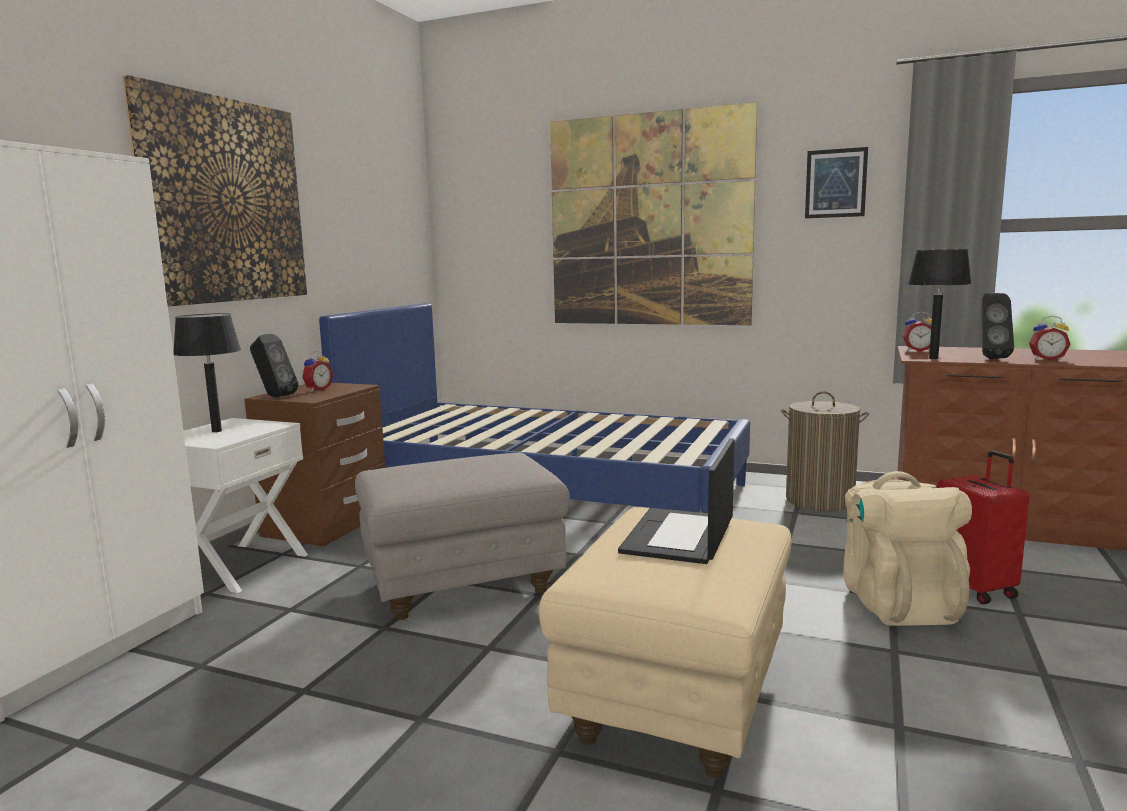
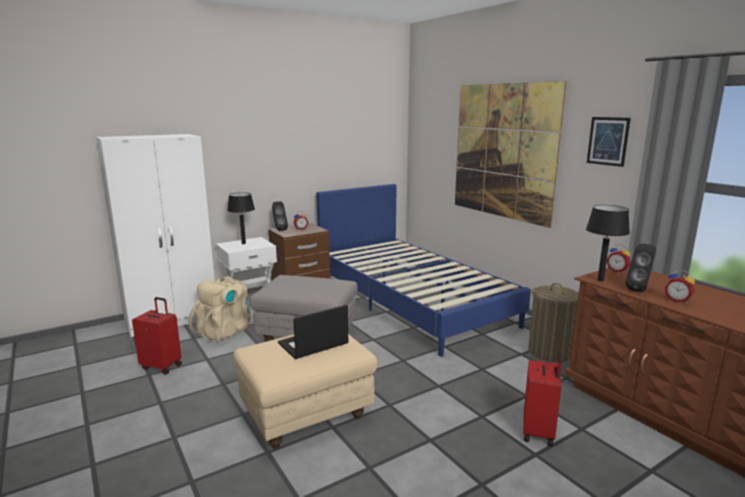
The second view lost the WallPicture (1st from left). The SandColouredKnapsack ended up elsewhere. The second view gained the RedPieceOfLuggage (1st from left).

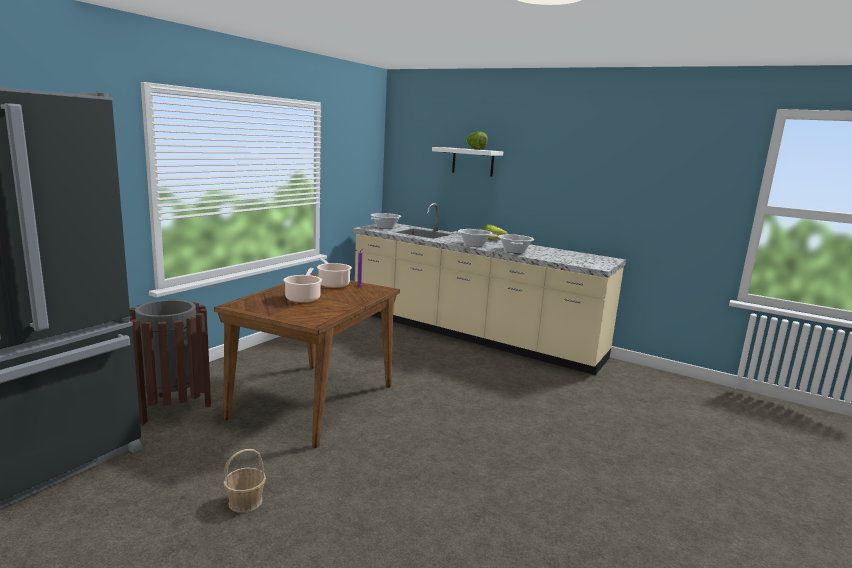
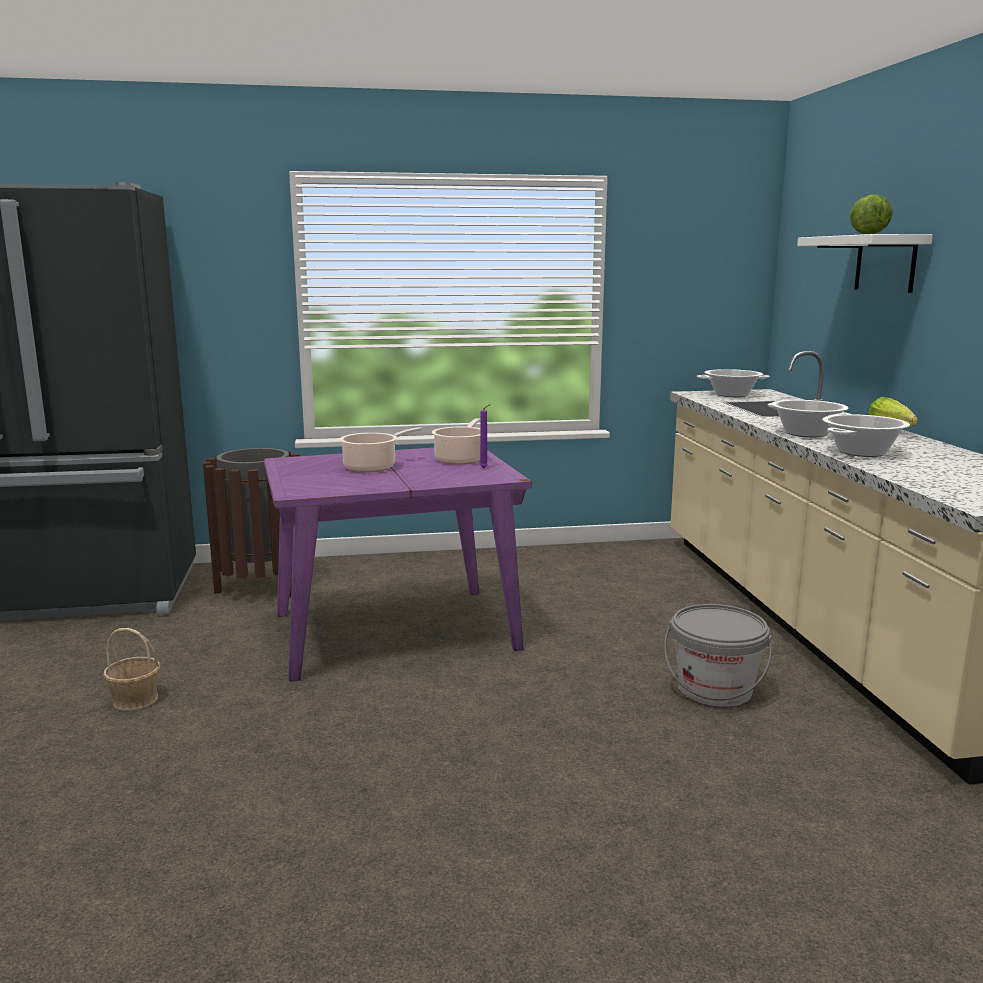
What was the BrownDiningTable turned into the PurplishDiningTable. The second view gained the GreyishPail.

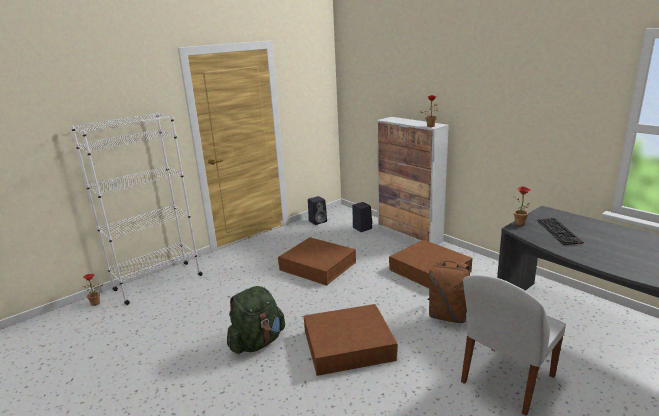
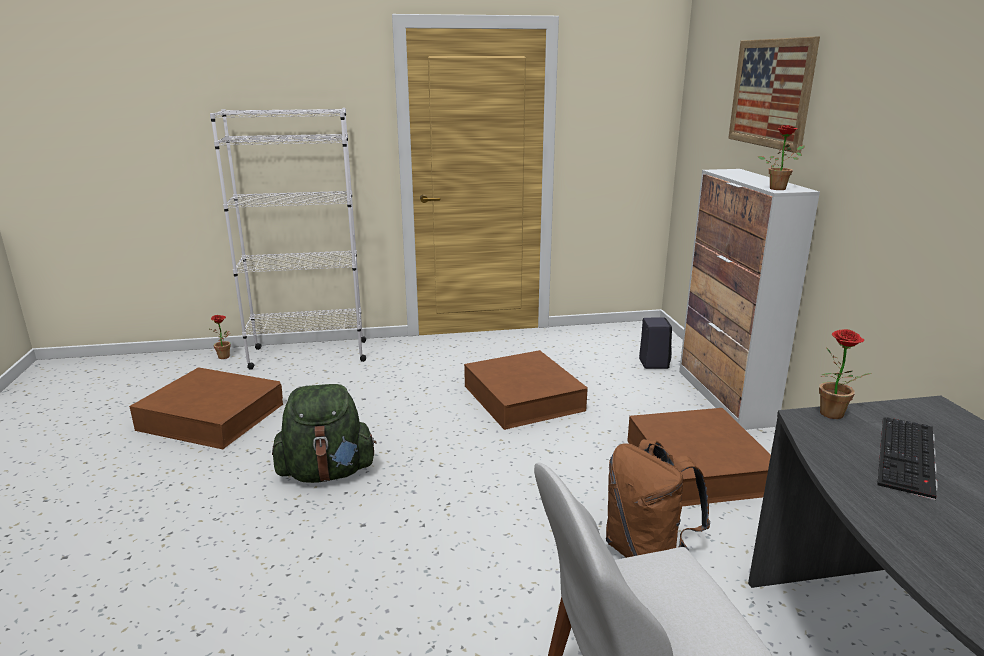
The second view lost the BlackAudioSpeaker (1st from left). The BrownStorageContainer (2nd from left in the first image) ended up elsewhere. The second view gained the WallPicture.

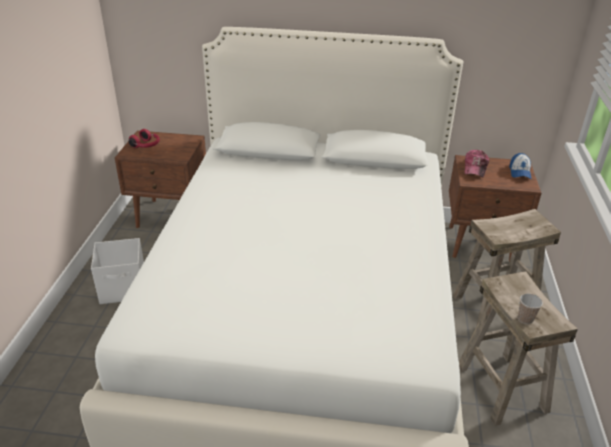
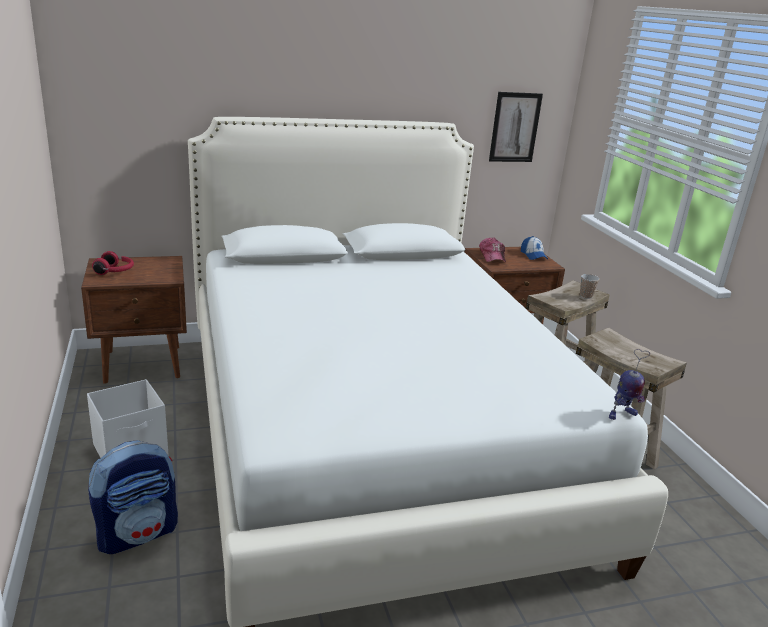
The Cup ended up elsewhere. The second view gained the WallPicture. The second view gained the ModelRobot. The second view gained the Knapsack.

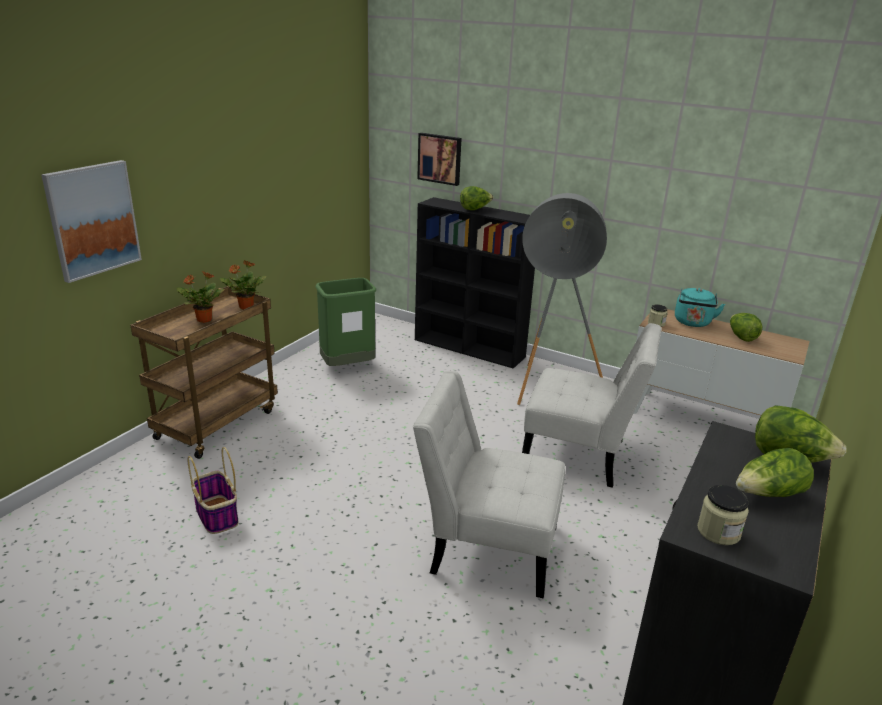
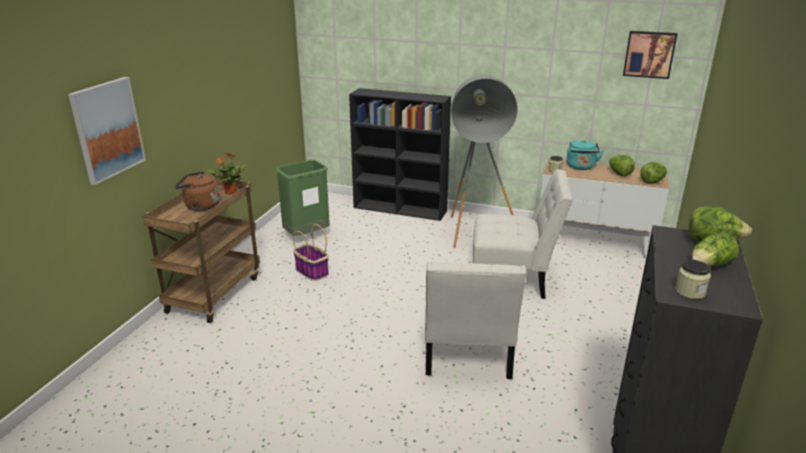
The WallPicture (2nd from left) ended up elsewhere. The Lettuce (1st from left in the first image) ended up elsewhere. Where the PottedPlant (1st from left) stood, the BrownTeaKettle came to stand. The WhitishPlainChair (1st from left) ended up facing another way, 90 degrees counterclockwise from before. The StorageBasket ended up elsewhere.

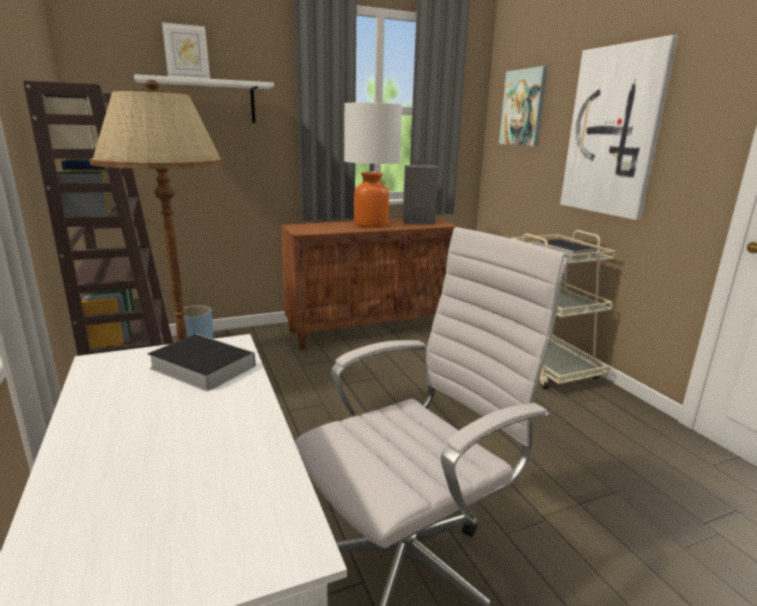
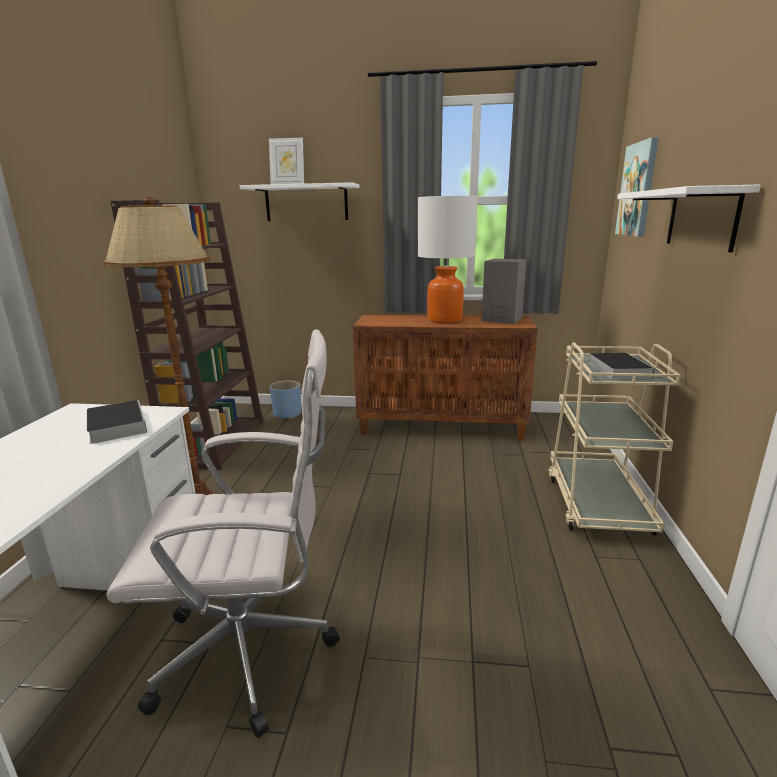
Where the WallPicture (2nd from left) hung, the WhitishShelf (2nd from left) came to hang.

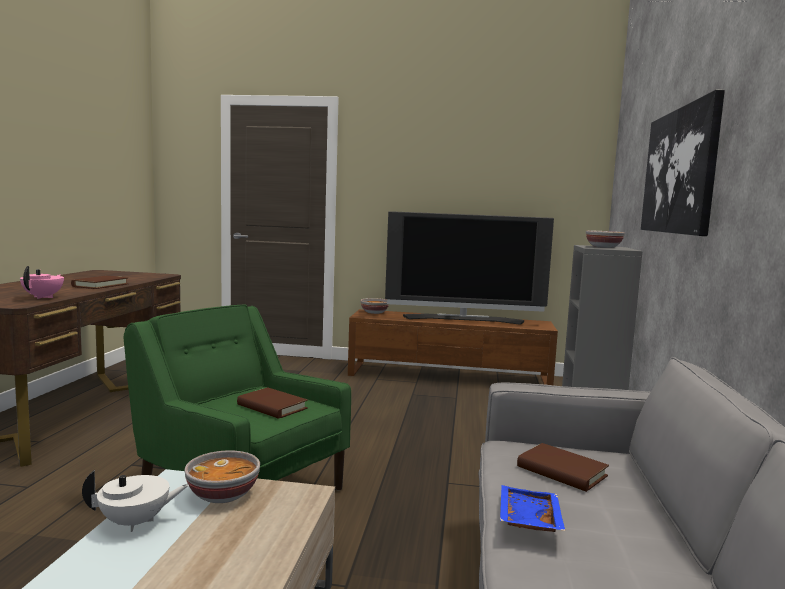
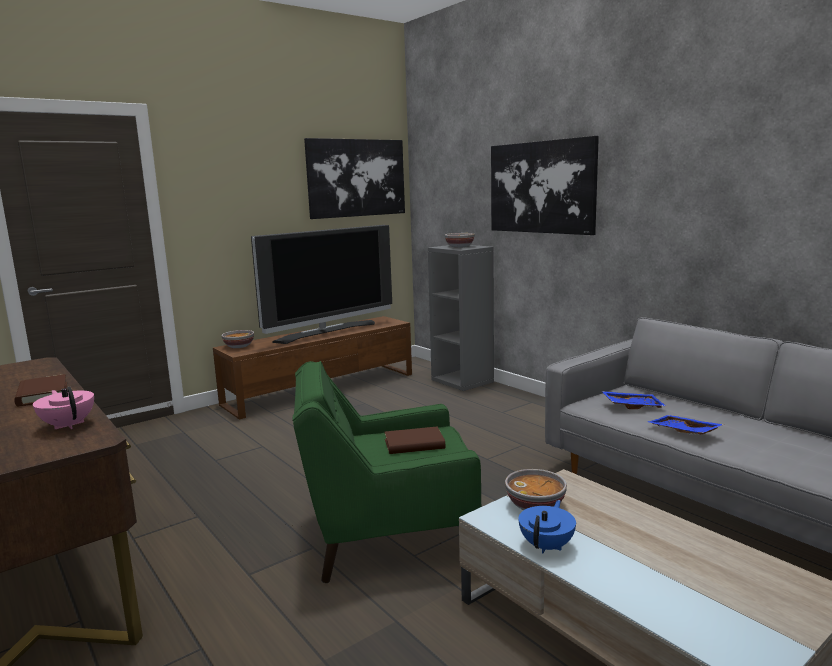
Where the BrownBoundBook (3rd from left) stood, the BlueColouredServingTray (1st from left) came to stand. What was the WhitishPotForTea turned into the BlueColouredPotForTea. The second view gained the WallPicture (1st from left).

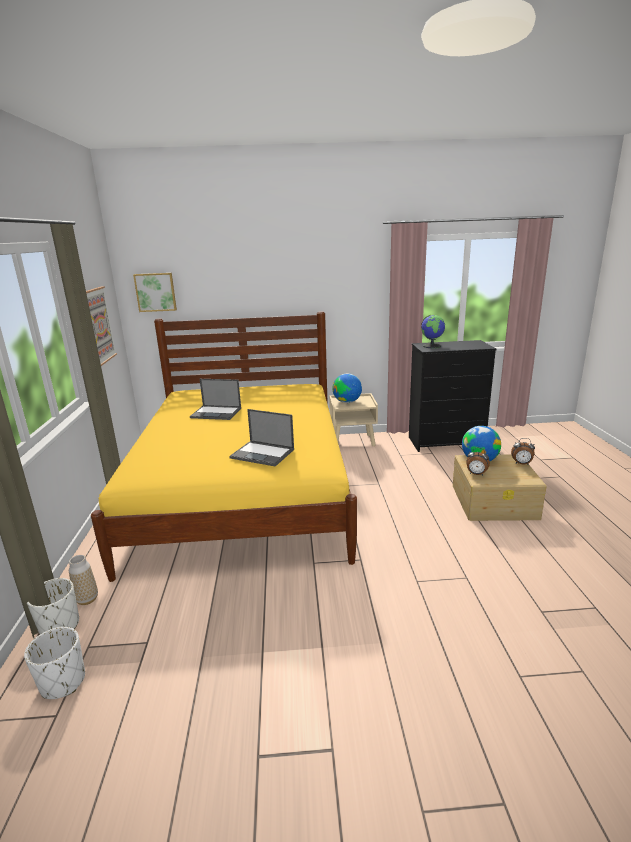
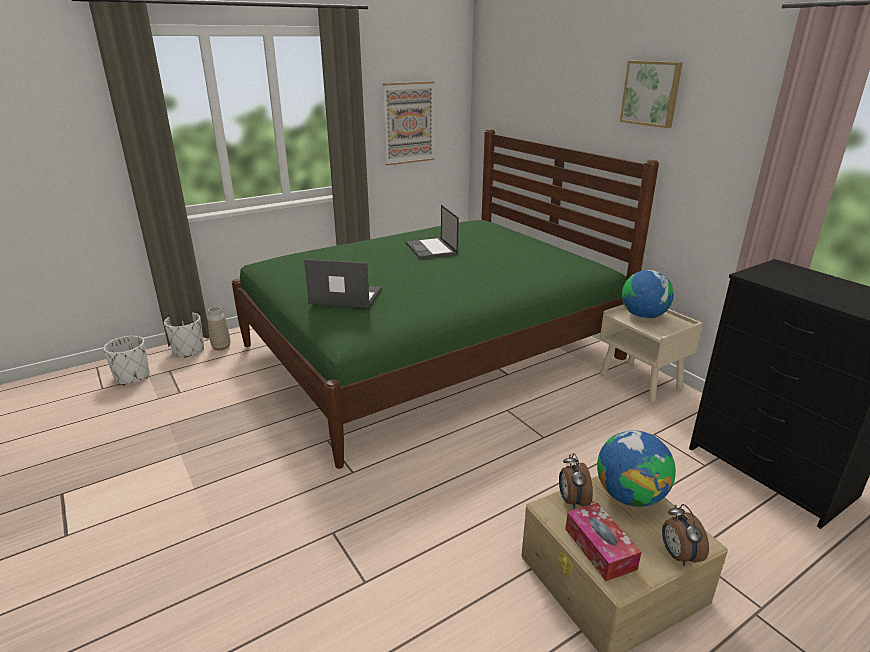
The WallPicture (2nd from left) ended up elsewhere. What was the YellowishSleepingBed turned into the GreenColouredSleepingBed. The second view lost the DeskGlobe (2nd from left). The PortableComputer (2nd from left in the first image) ended up facing another way, 105 degrees clockwise from before. The second view gained the BoxOfTissues.

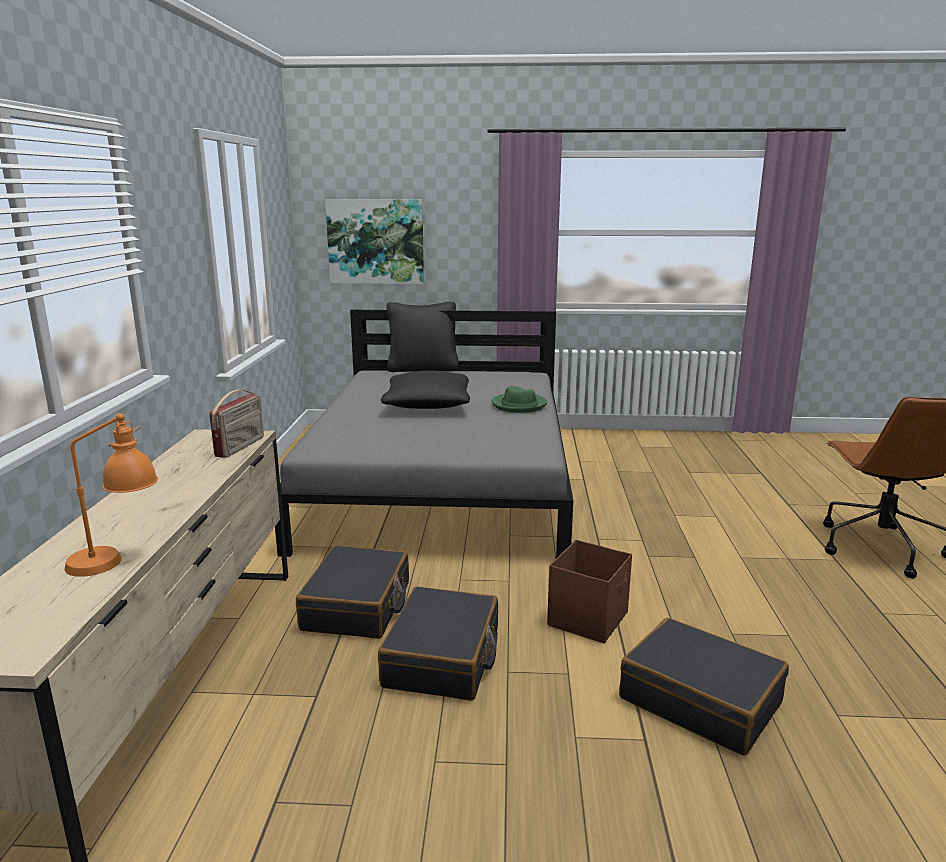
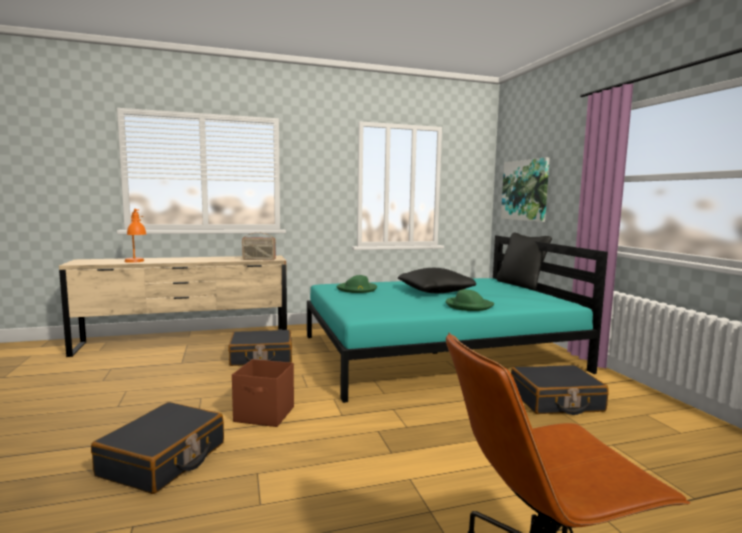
What was the GreyishSleepingBed turned into the TurquoiseColouredSleepingBed. The BlackPieceOfLuggage (2nd from left in the first image) ended up elsewhere. The second view gained the GreenColouredWearableHat (1st from left).

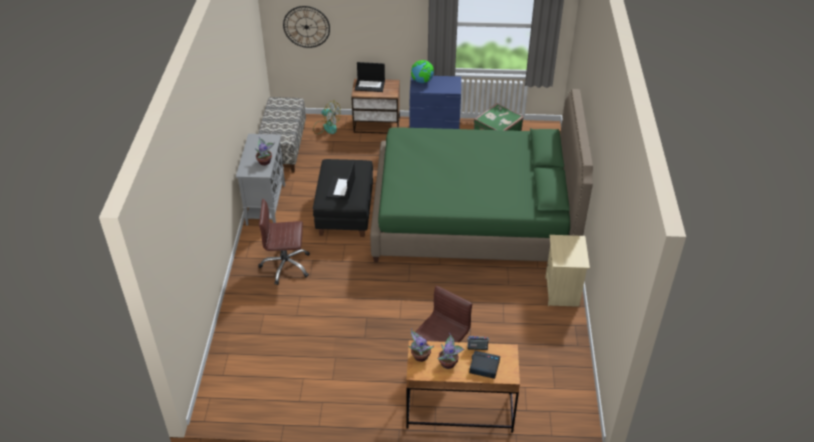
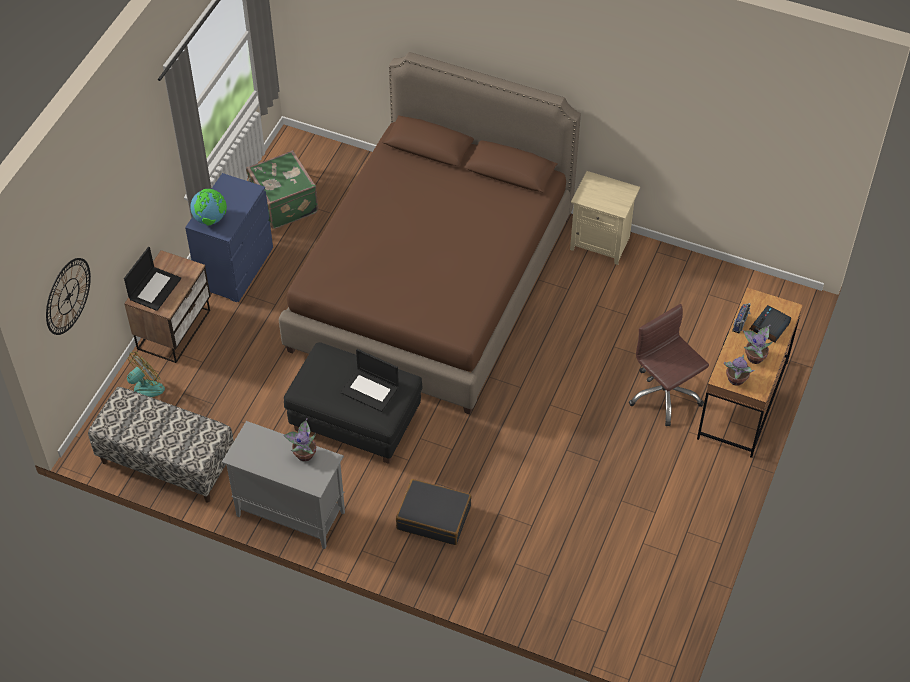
What was the GreenColouredSleepingBed turned into the BrownSleepingBed. Where the BrownDeskChair (1st from left) stood, the BlackPieceOfLuggage came to stand.

